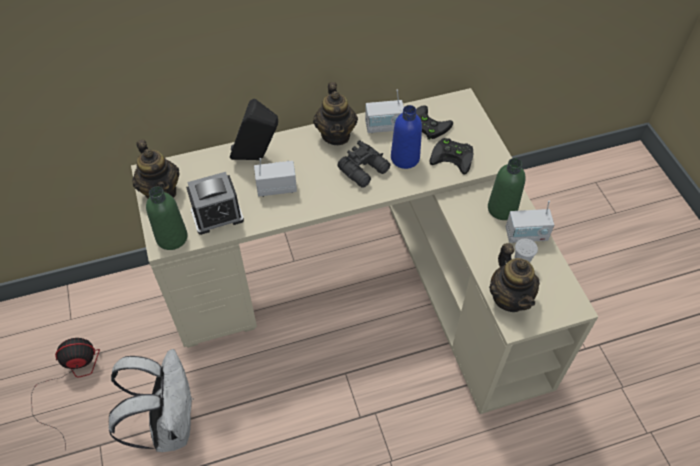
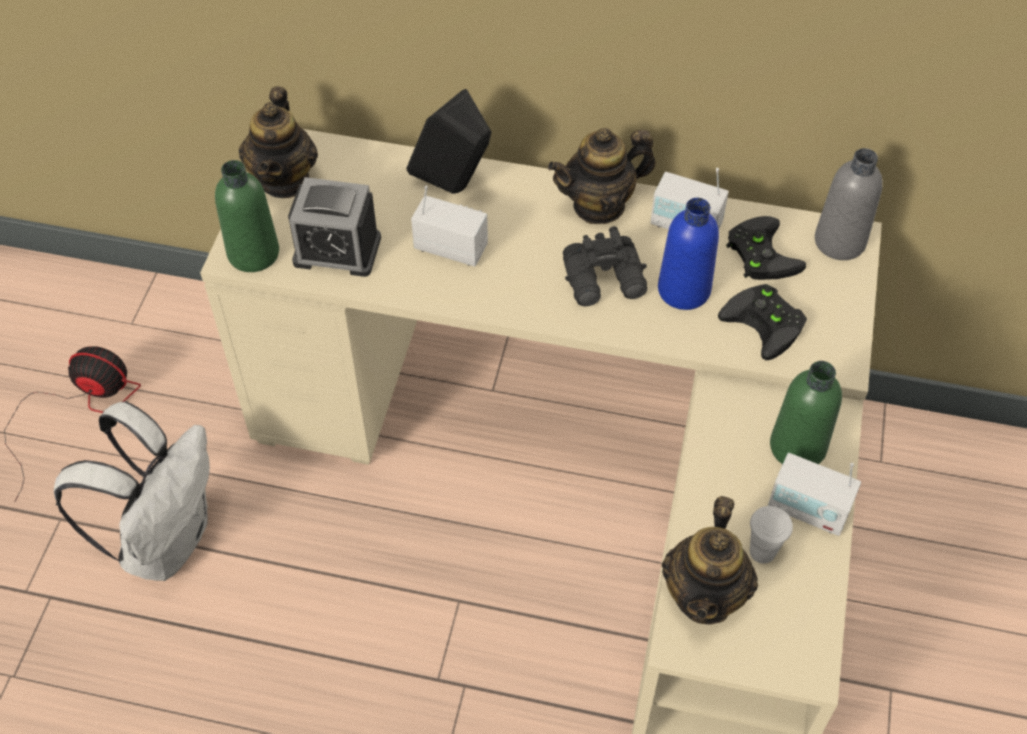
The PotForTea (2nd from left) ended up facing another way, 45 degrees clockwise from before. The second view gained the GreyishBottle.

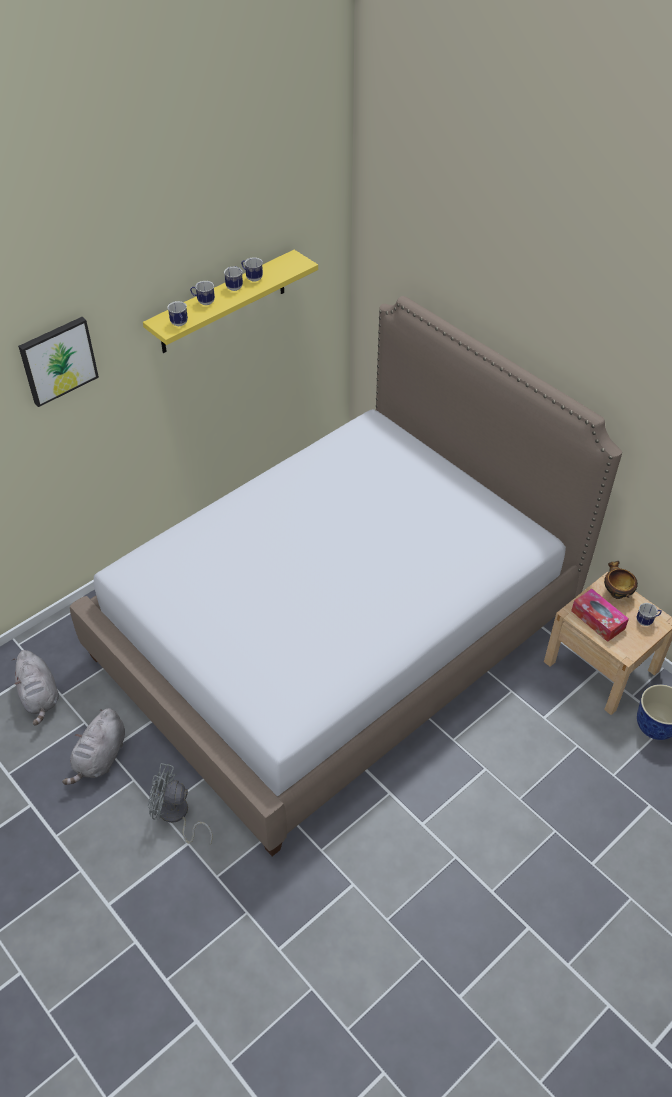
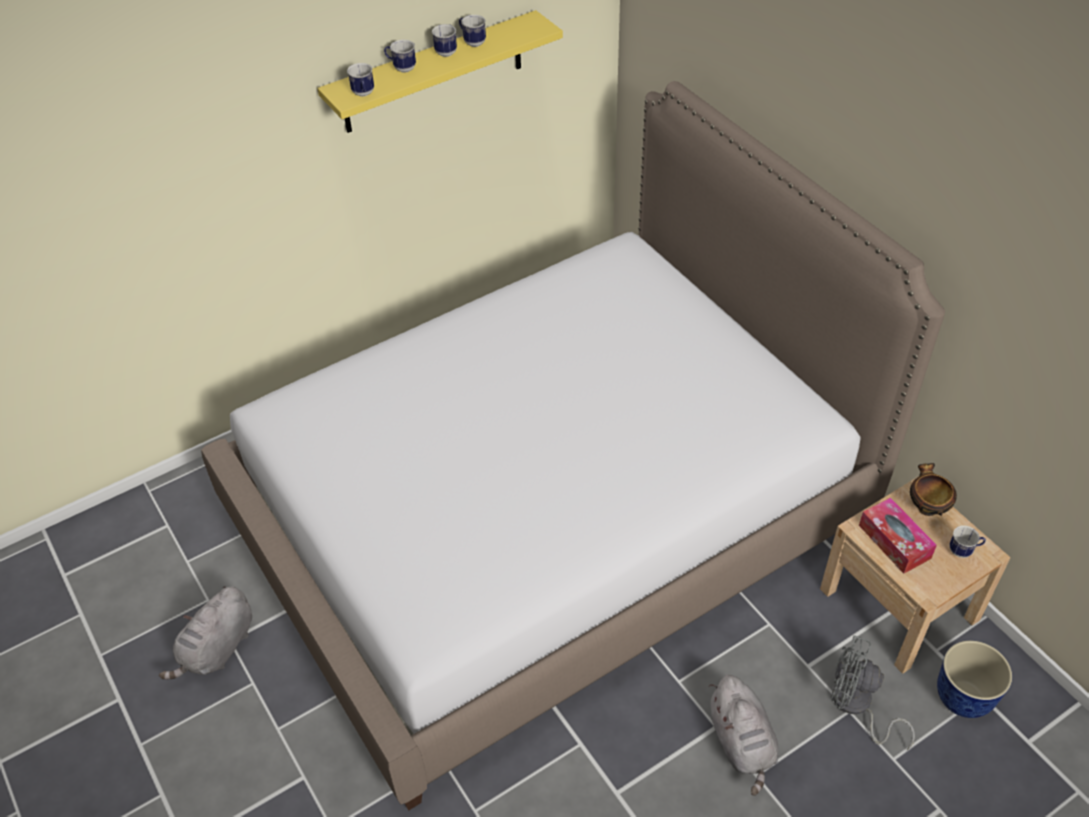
The second view lost the WallPicture. The GreyishCuddlyToy (1st from left in the first image) ended up elsewhere. The GreyishFan ended up elsewhere.

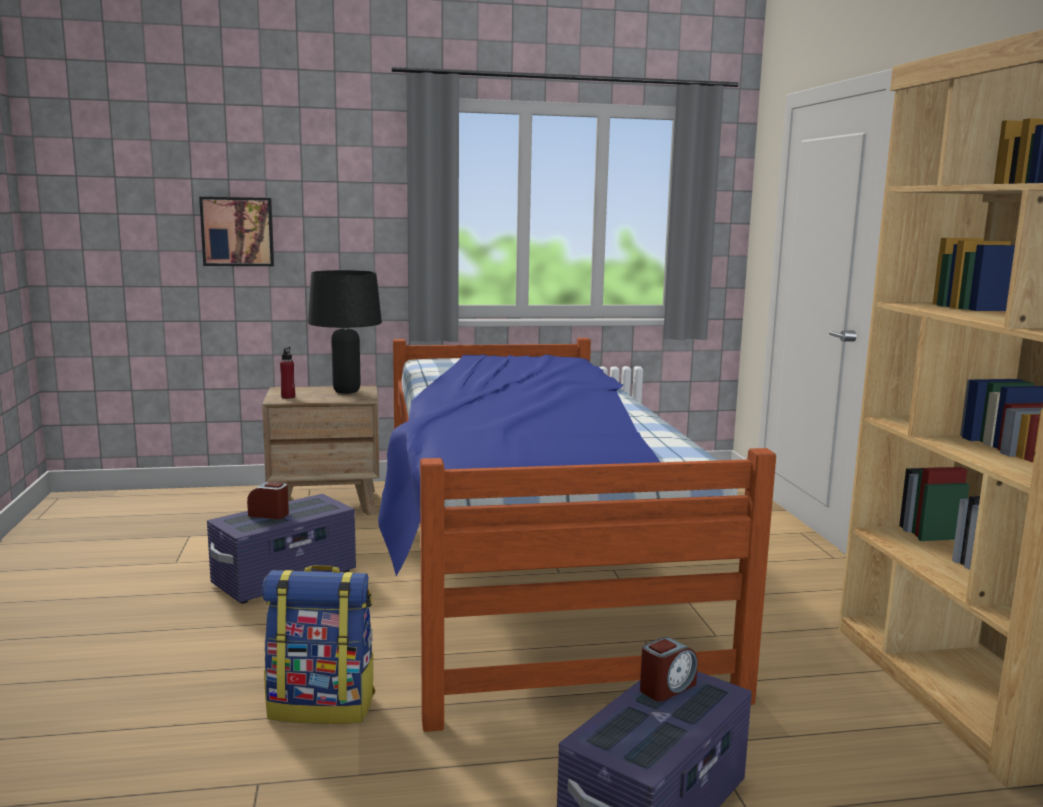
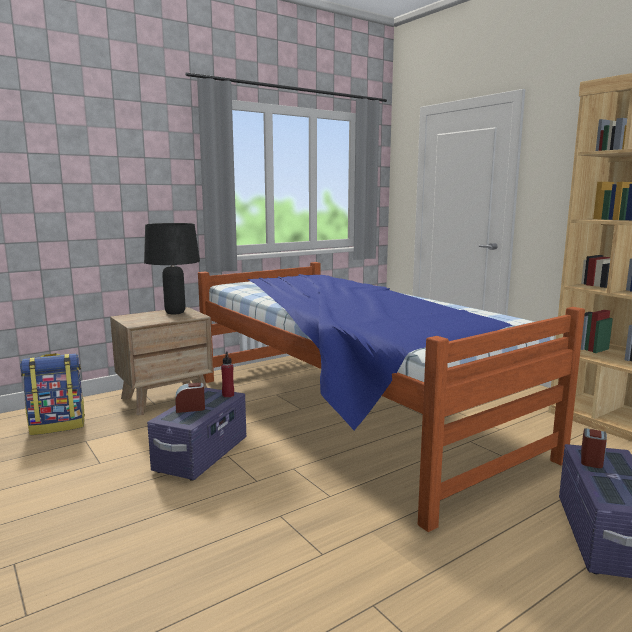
The second view lost the WallPicture. The RedBottle ended up elsewhere. The Knapsack ended up elsewhere.

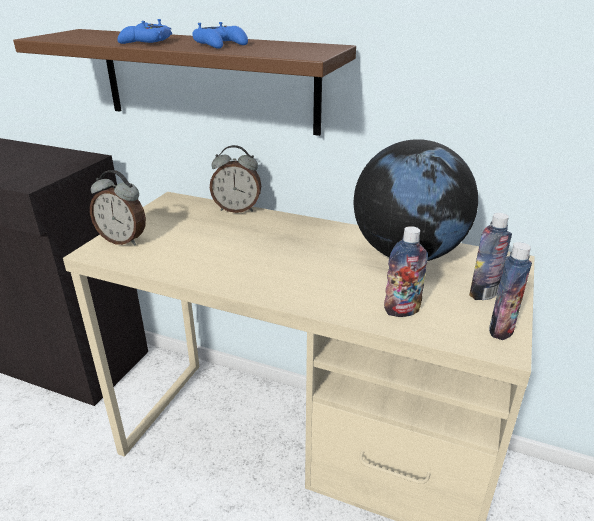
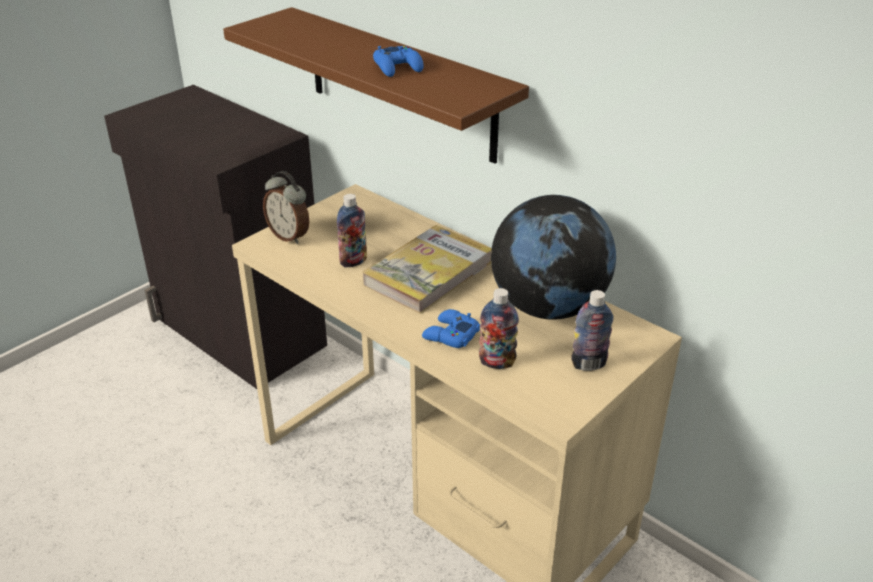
The BlueColouredGamepad (1st from left in the first image) ended up elsewhere. The second view lost the TableClock (2nd from left). The Bottle (3rd from left in the first image) ended up elsewhere. The second view gained the BoundBook.

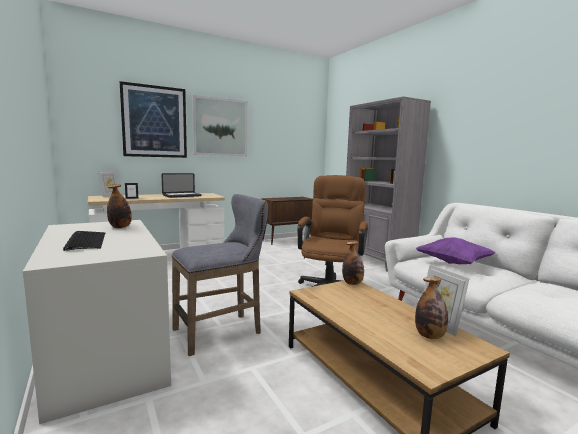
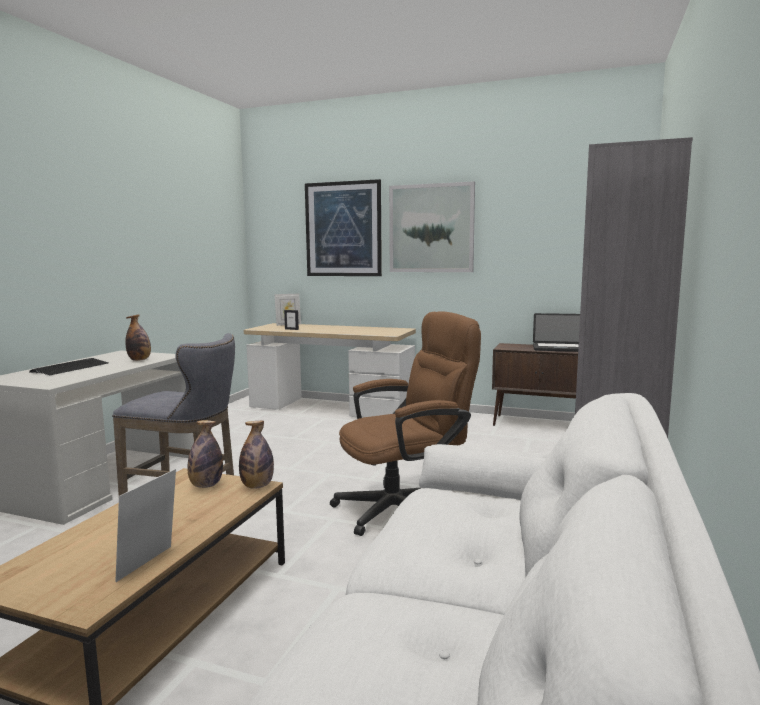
The PortableComputer ended up elsewhere. The second view lost the PurplishThrowPillow. The Bottle (3rd from left in the first image) ended up elsewhere.

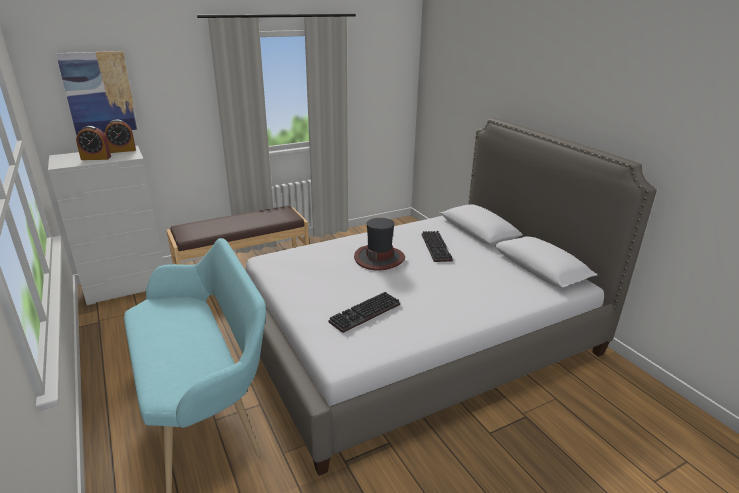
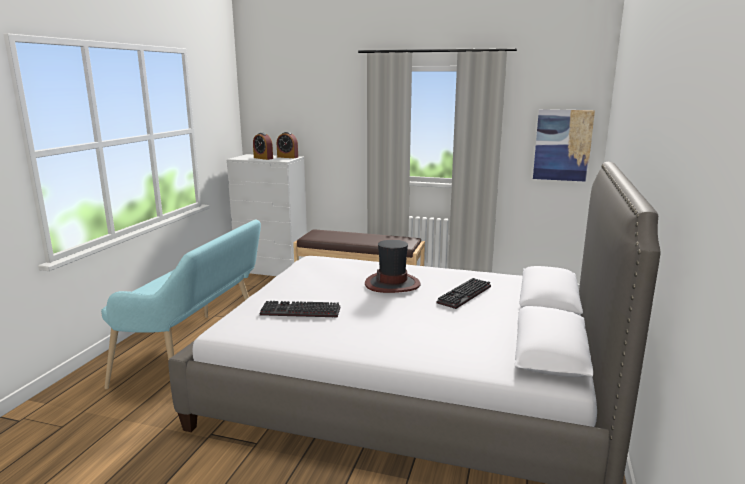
The WallPicture ended up elsewhere.

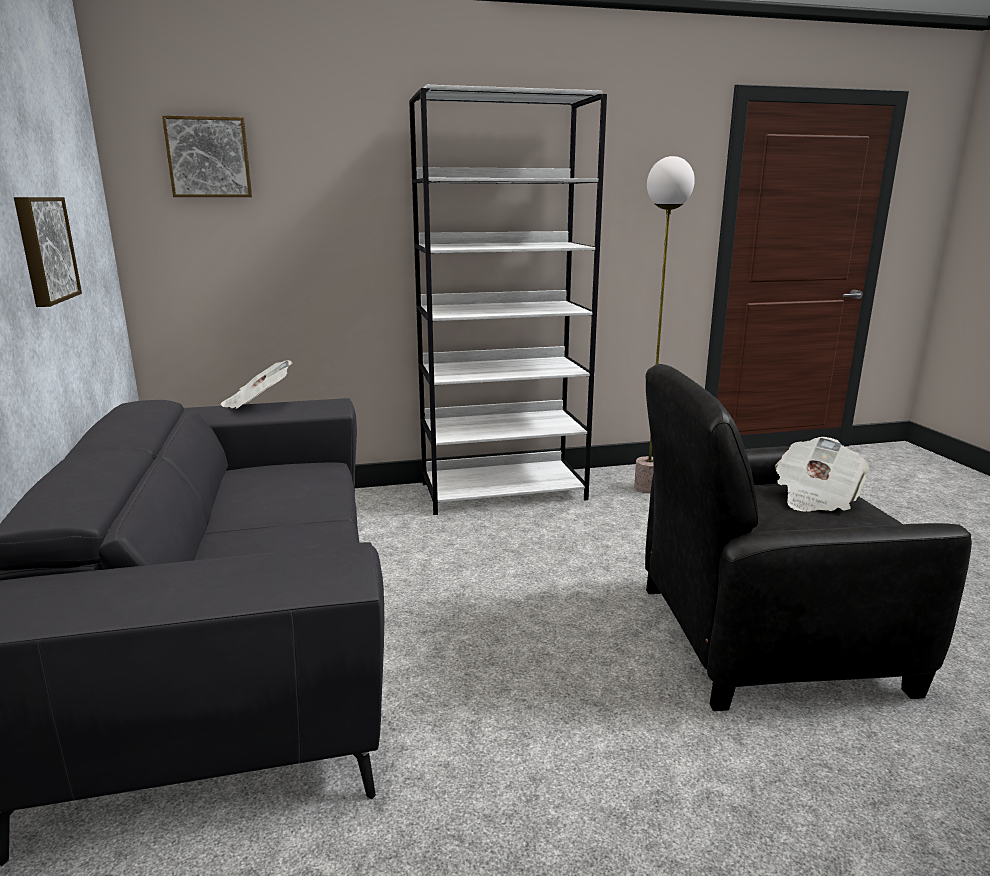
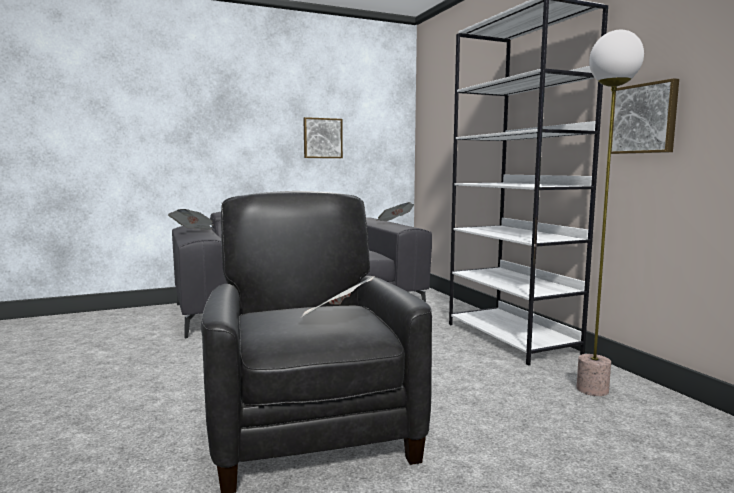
The WallPicture (2nd from left) ended up elsewhere. The second view gained the DailyPaper (1st from left).

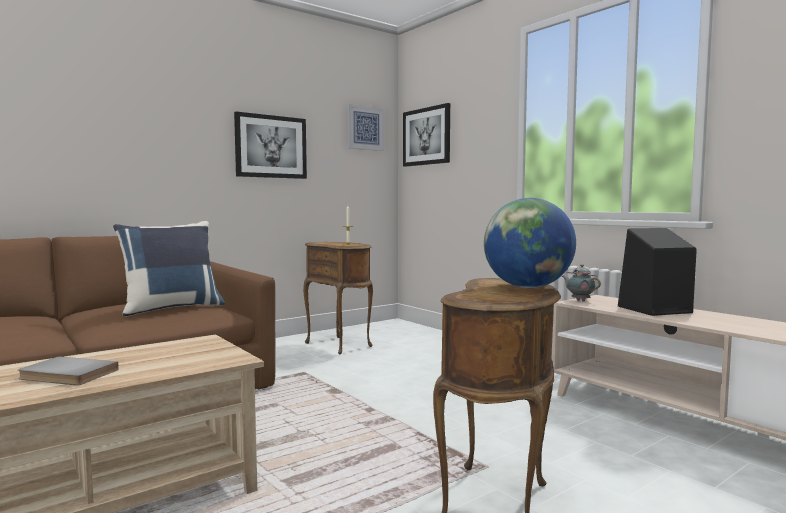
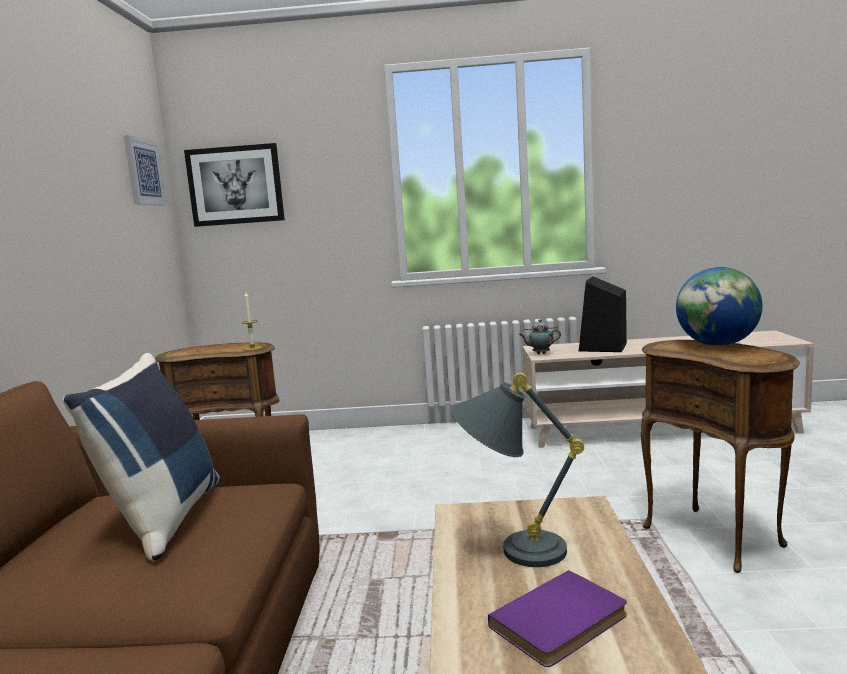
The second view lost the WallPicture (1st from left). What was the GreyishBoundBook turned into the PurplishBoundBook. The second view gained the GreyishTabletopLamp.

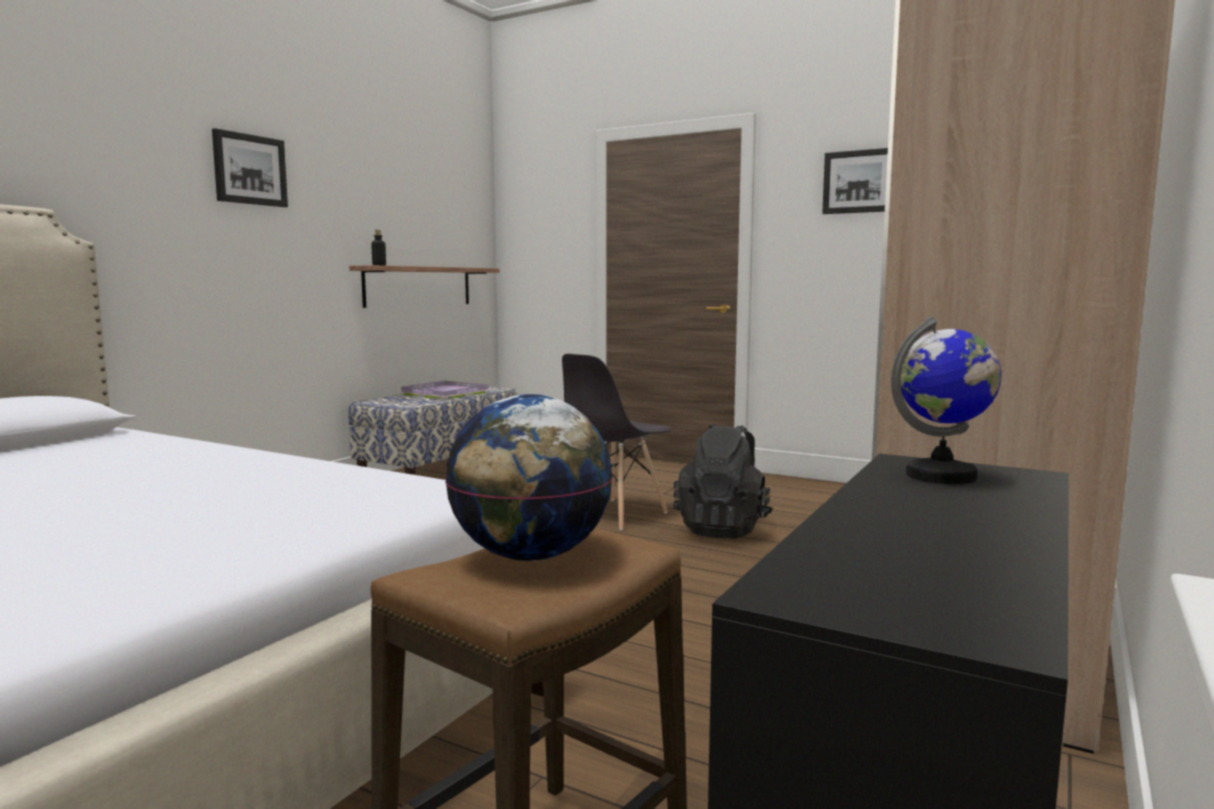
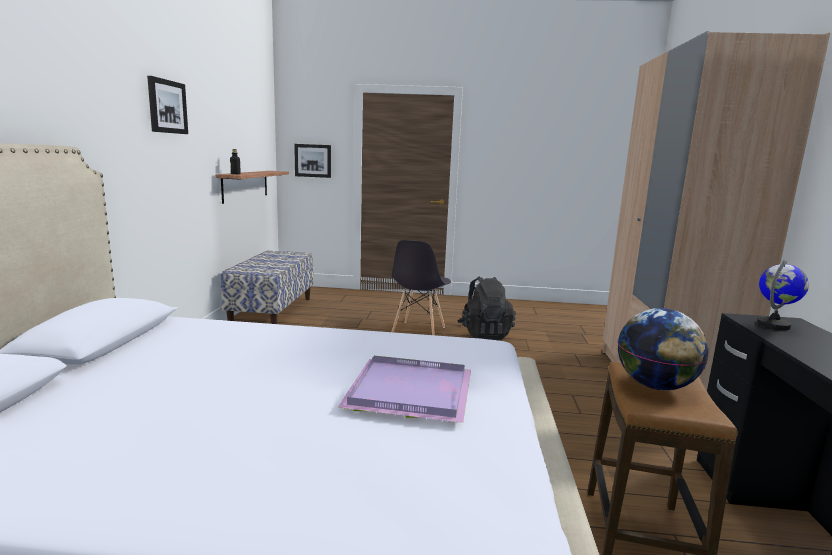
The WallPicture (2nd from left) ended up elsewhere. The PurplishServingTray ended up elsewhere.

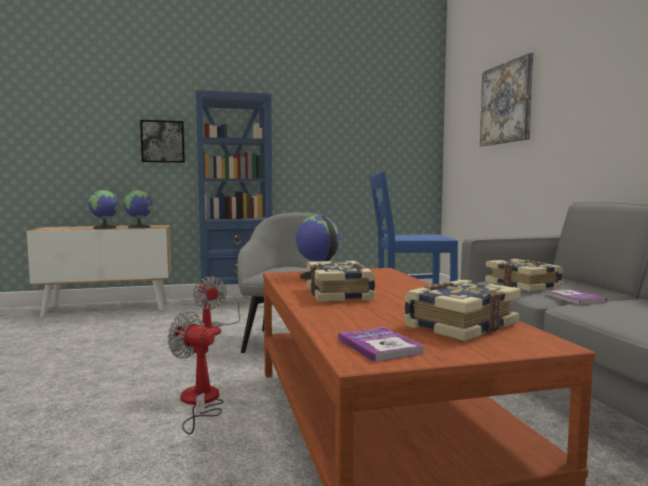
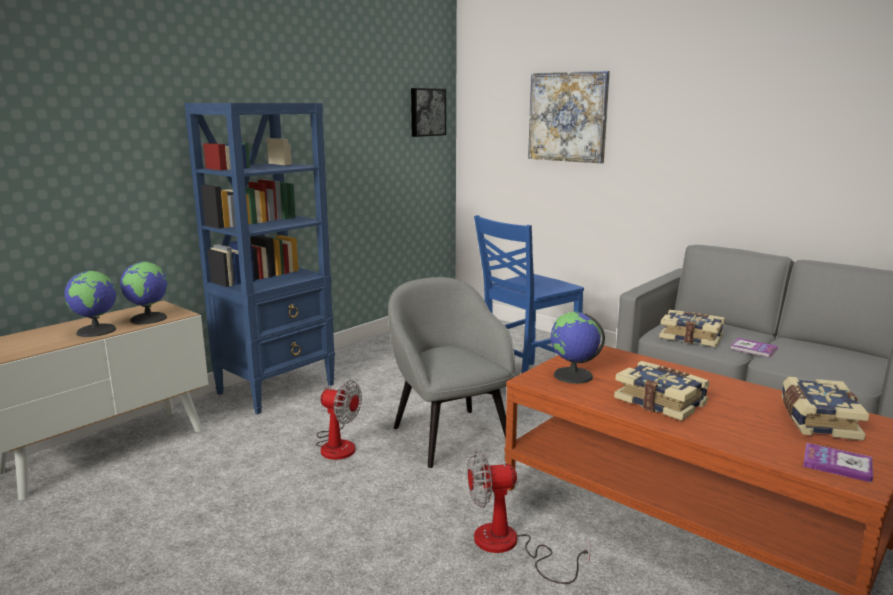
The WallPicture (1st from left) ended up elsewhere.

